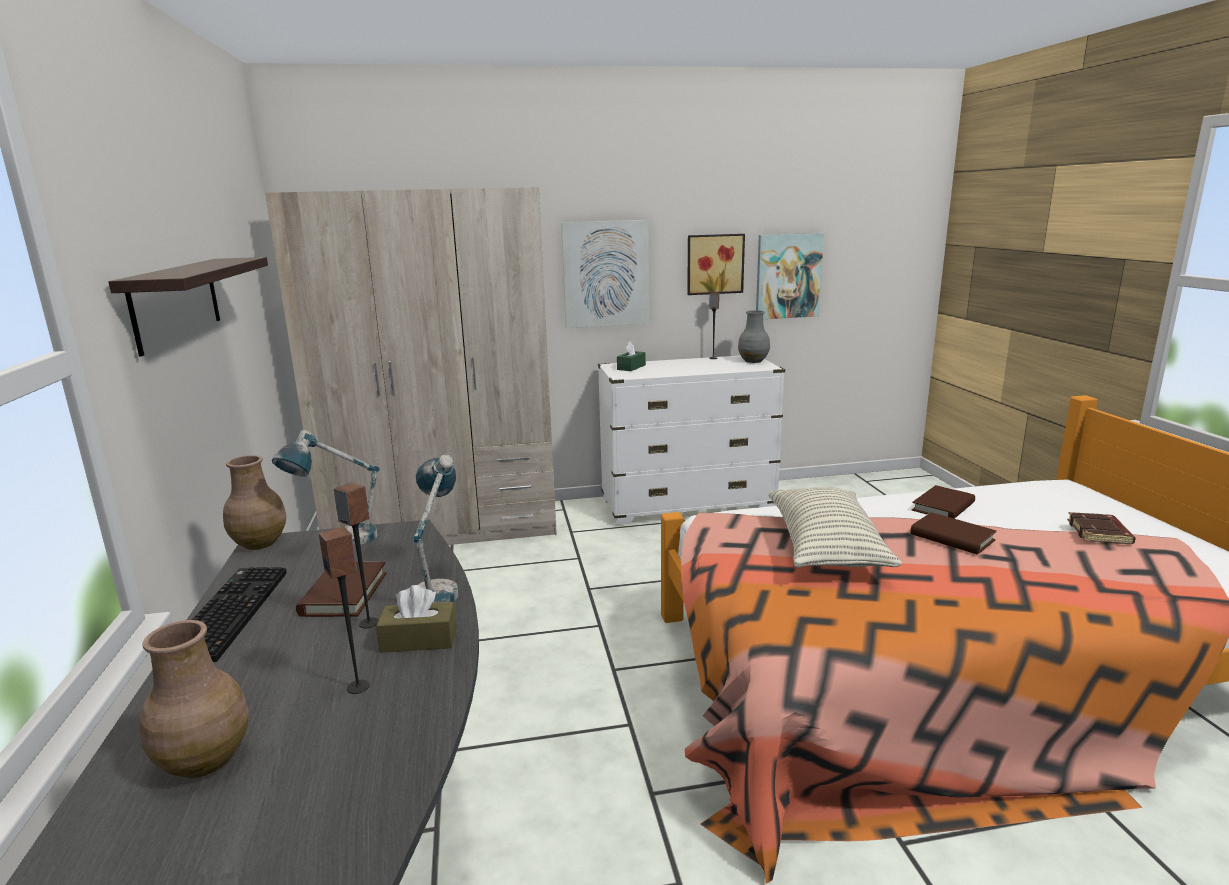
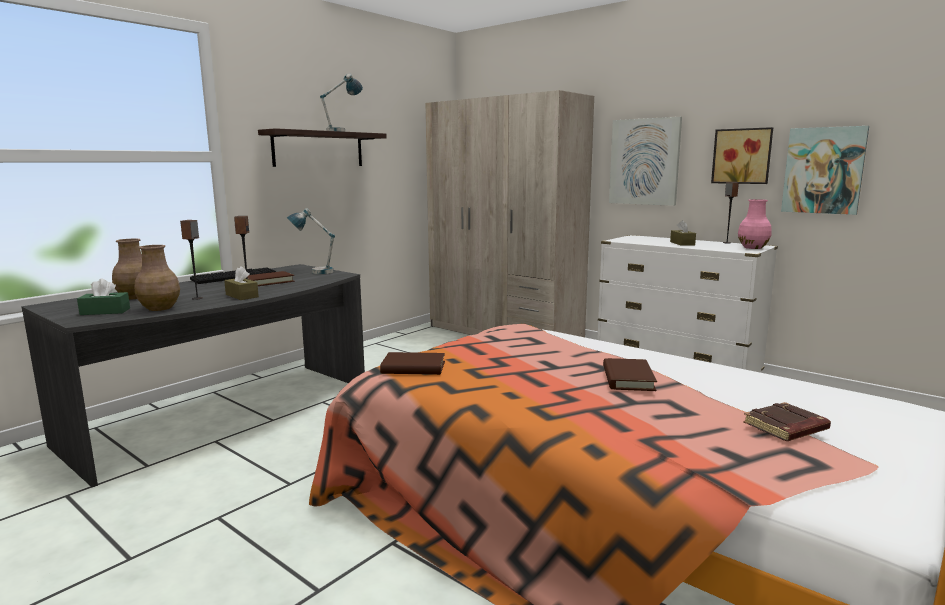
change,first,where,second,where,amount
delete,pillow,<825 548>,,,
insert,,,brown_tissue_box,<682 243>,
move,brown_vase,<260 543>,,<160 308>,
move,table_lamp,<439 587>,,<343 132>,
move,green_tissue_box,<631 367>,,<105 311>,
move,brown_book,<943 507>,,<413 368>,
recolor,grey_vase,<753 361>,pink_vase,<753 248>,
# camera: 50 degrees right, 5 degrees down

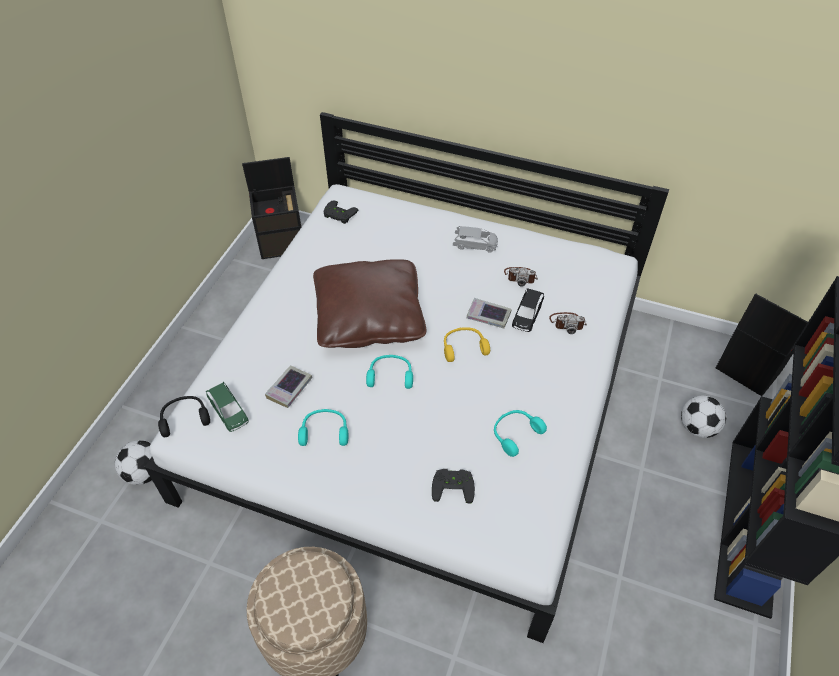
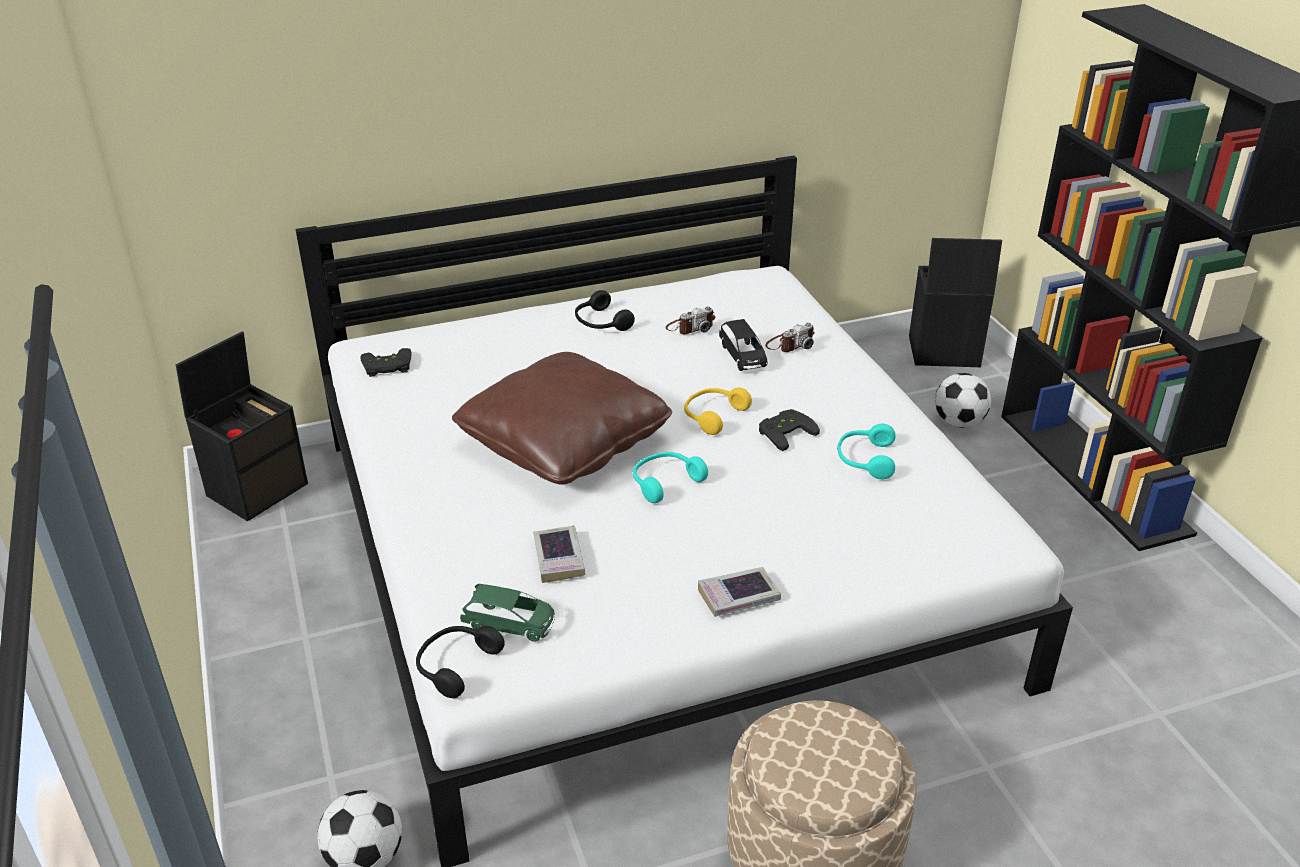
change,first,where,second,where,amount
delete,turquoise_headphones,<325 431>,,,
move,black_game_controller,<453 485>,,<784 431>,
move,book,<488 316>,,<738 596>,
replace,grey_toy_car,<475 245>,black_headphones,<600 323>,
# camera: 40 degrees left, 15 degrees down

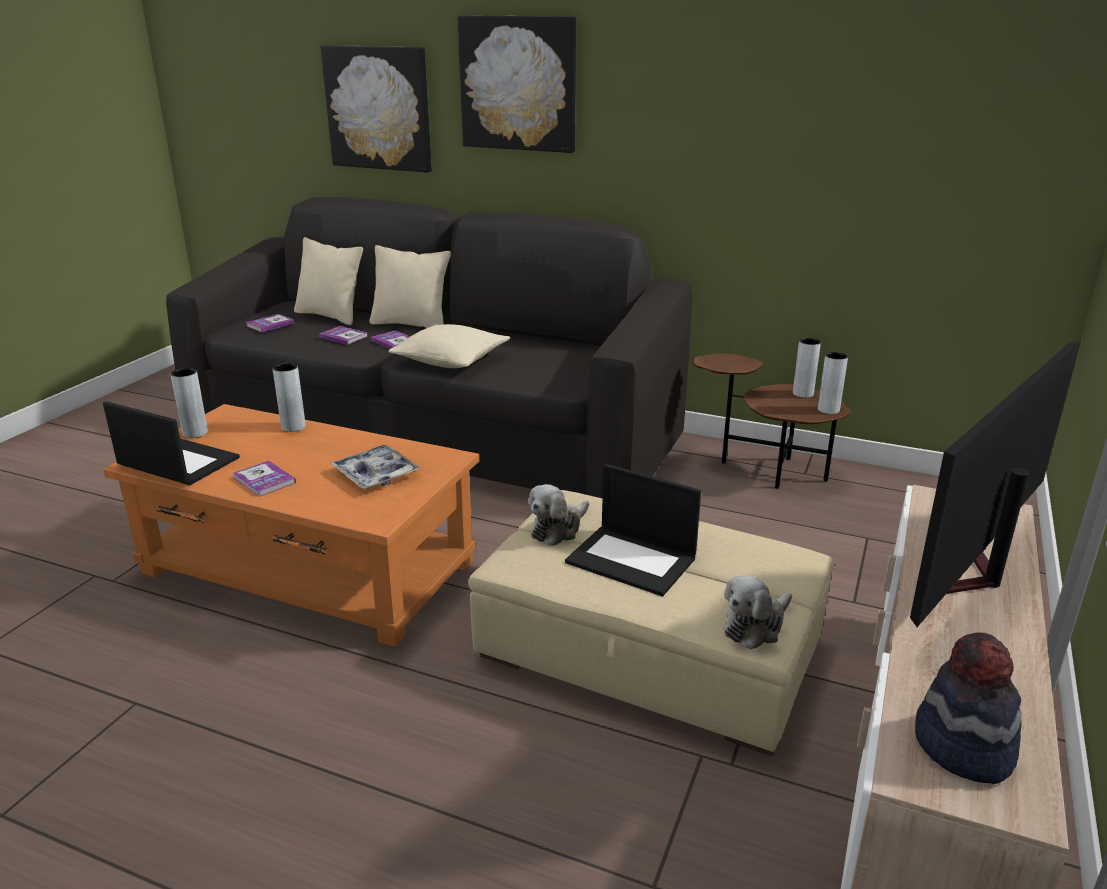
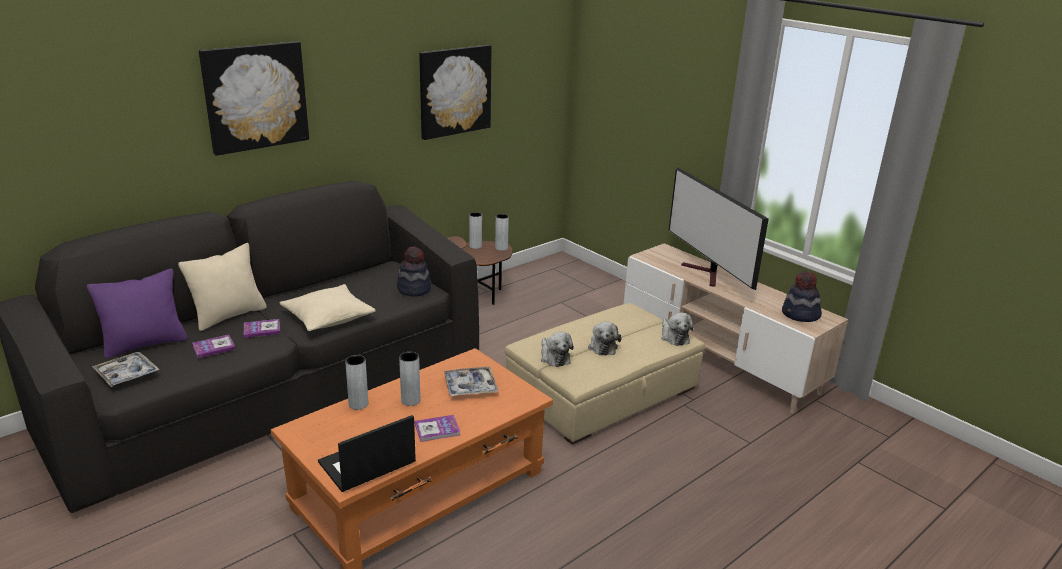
change,first,where,second,where,amount
insert,,,hat,<414 289>,
move,grey_vase,<195 433>,,<410 400>,
move,picture,<378 108>,,<454 91>,
replace,book,<270 324>,tray,<127 374>,
replace,laptop,<633 560>,plush_toy,<602 346>,
recolor,beige_pillow,<330 316>,purple_pillow,<145 344>,
# camera: 65 degrees left, 0 degrees up

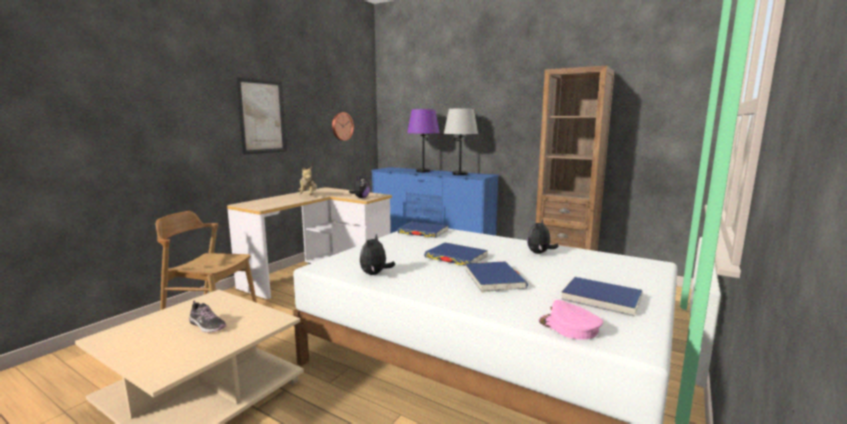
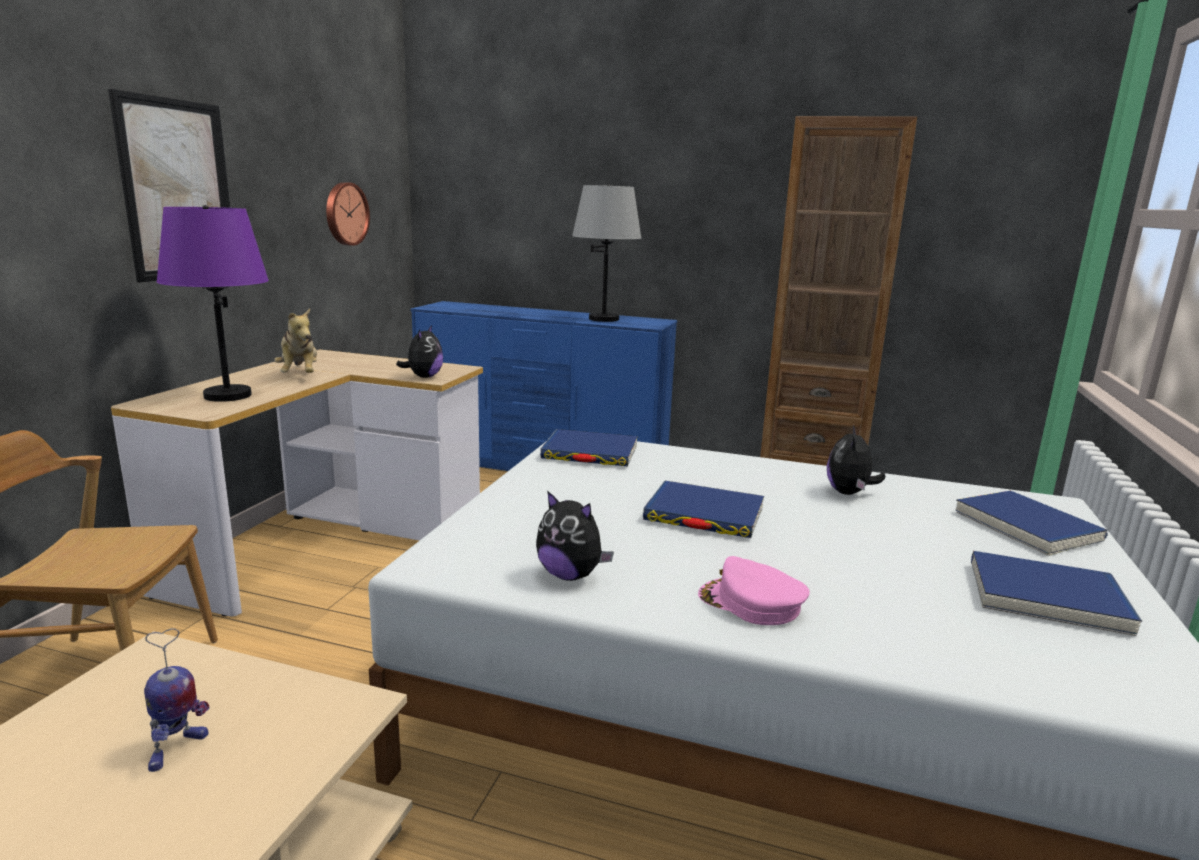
change,first,where,second,where,amount
move,purple_table_lamp,<423 171>,,<227 396>,
move,blue_book,<494 279>,,<1026 527>,
move,pink_cap,<568 327>,,<751 603>,
replace,shoe,<207 325>,toy_robot,<177 750>,
rotate,plush_toy,<375 274>,,<570 575>,60 degrees counterclockwise
# camera: 15 degrees left, 5 degrees up

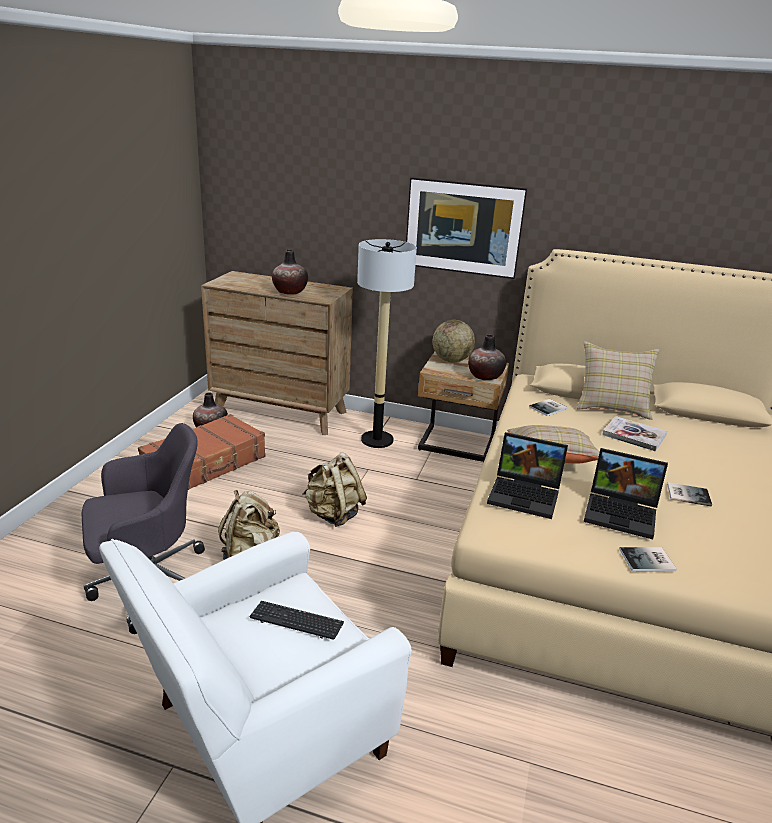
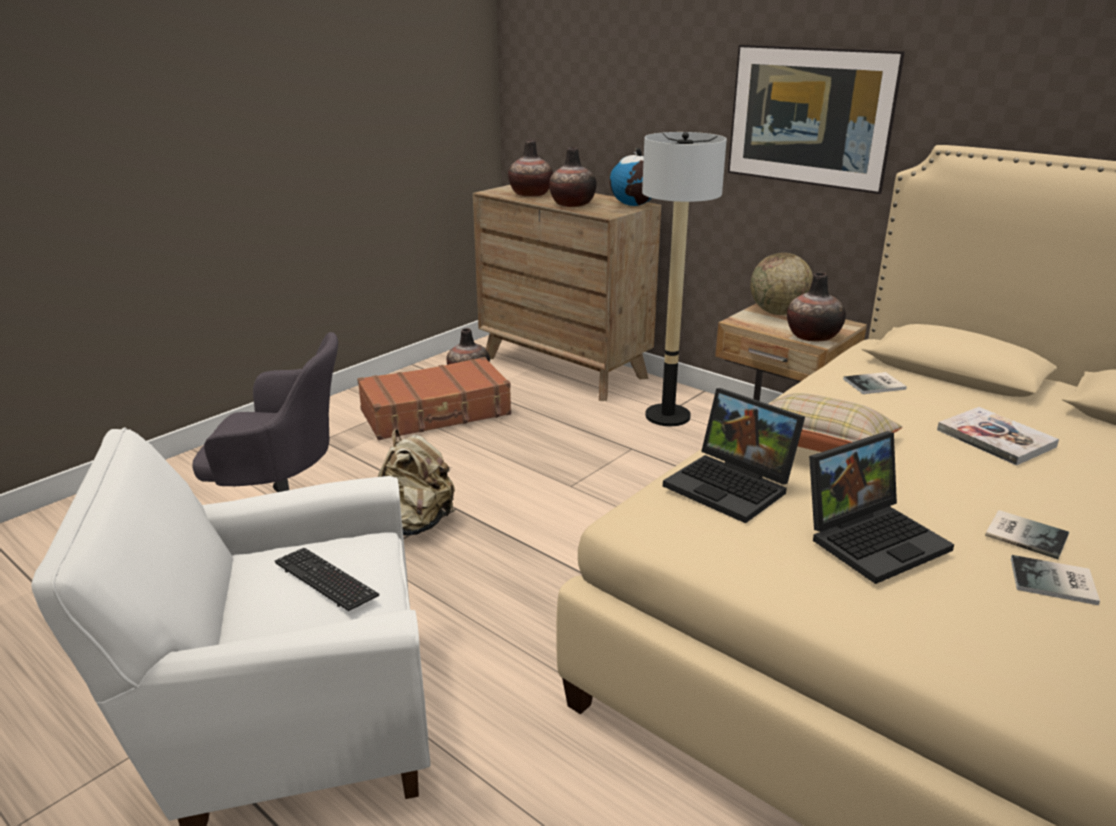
change,first,where,second,where,amount
delete,beige_backpack,<333 515>,,,
delete,beige_pillow,<612 407>,,,
insert,,,vase,<530 194>,
insert,,,globe,<633 205>,
move,book,<649 561>,,<1055 582>,
rotate,laptop,<622 513>,,<873 538>,75 degrees counterclockwise
# camera: 25 degrees right, 0 degrees up

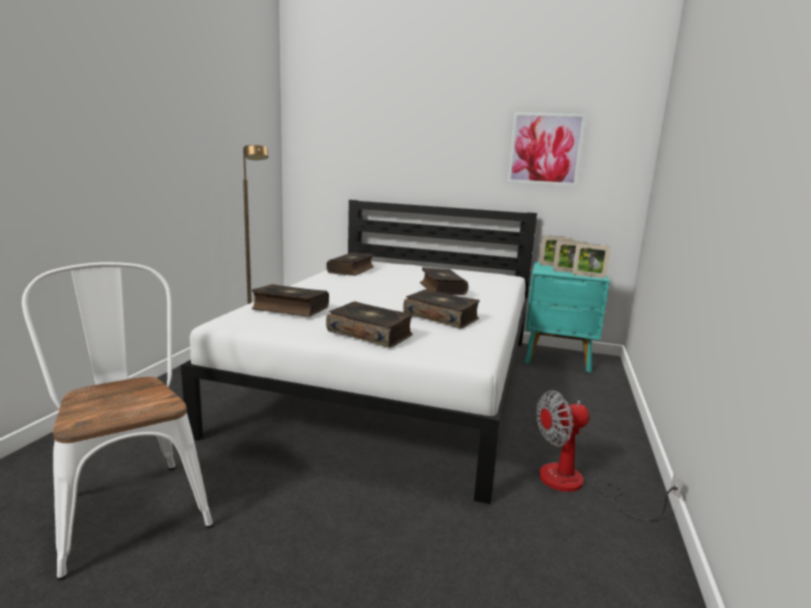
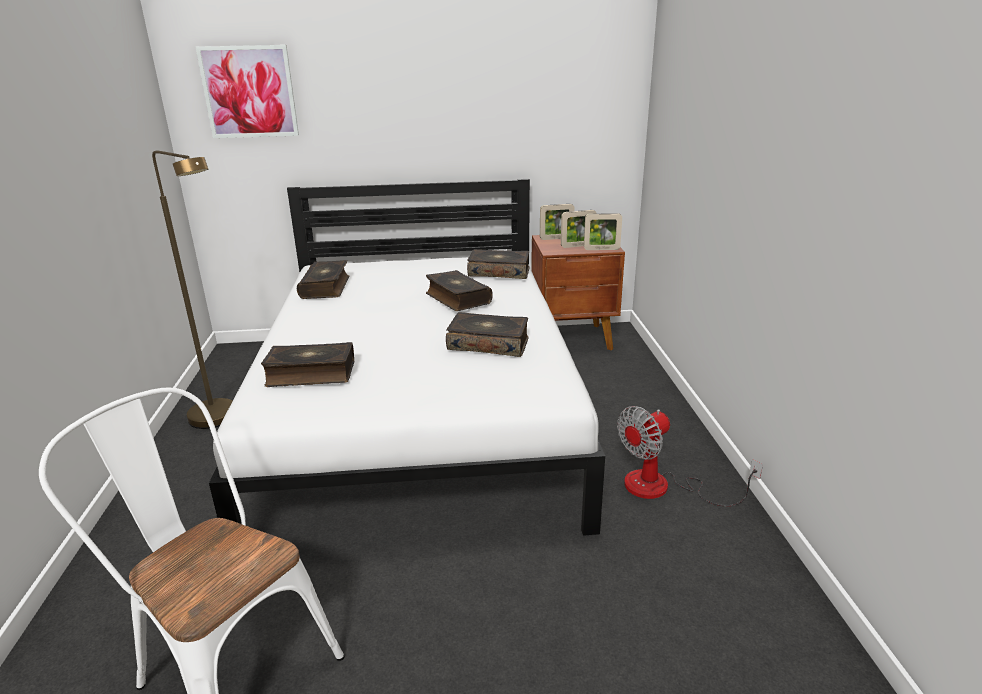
change,first,where,second,where,amount
move,book,<370 334>,,<499 272>,
move,picture,<545 149>,,<249 92>,
recolor,turquoise_nightstand,<558 358>,brown_nightstand,<573 339>,
# camera: 20 degrees left, 10 degrees up

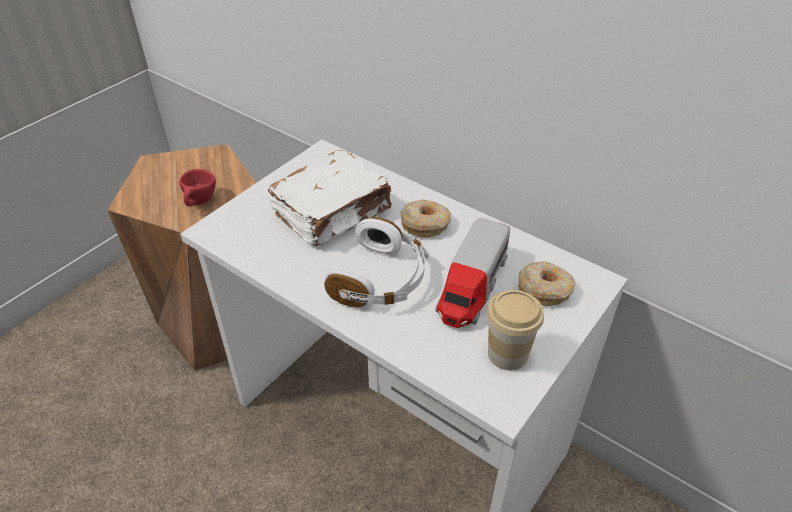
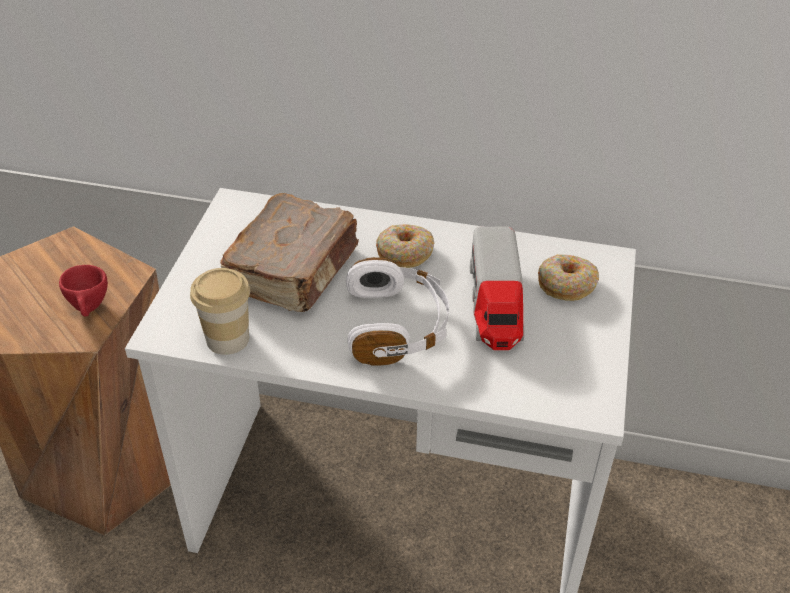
change,first,where,second,where,amount
move,cup,<507 354>,,<227 339>,
recolor,white_book,<333 213>,brown_book,<295 270>,
# camera: 25 degrees left, 0 degrees up

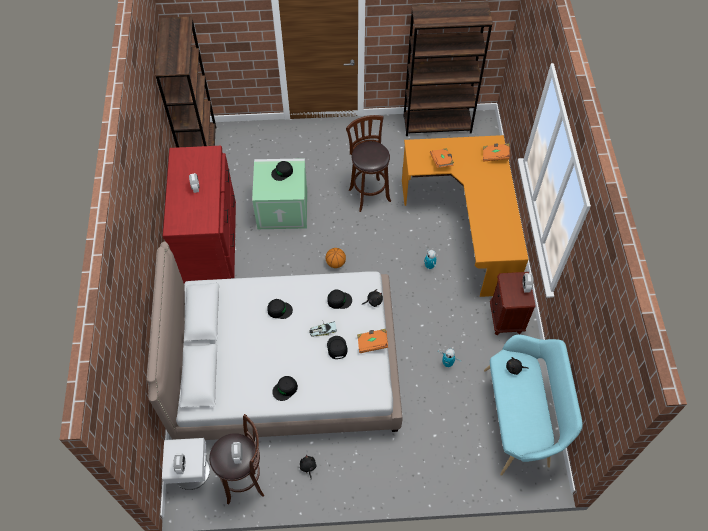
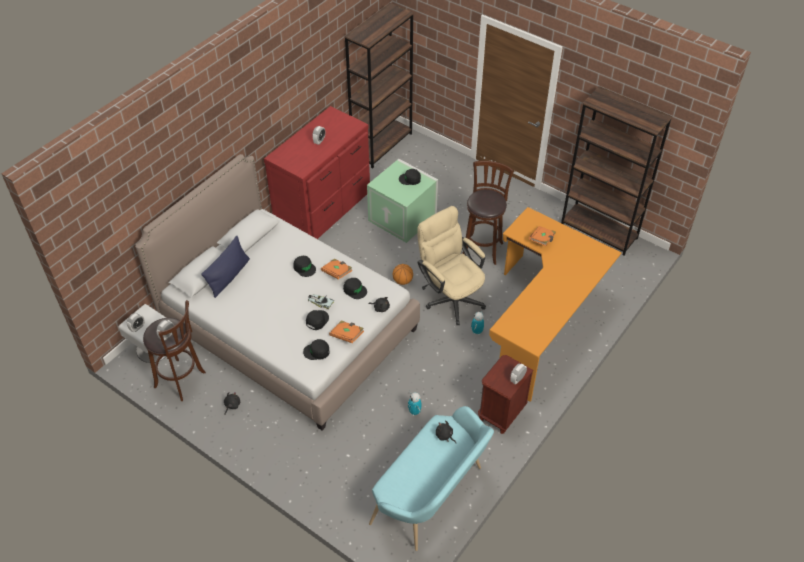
change,first,where,second,where,amount
insert,,,blue_pillow,<229 276>,
insert,,,beige_office_chair,<450 296>,
move,black_cap,<285 389>,,<317 351>,
move,orange_book,<495 156>,,<337 273>,
# camera: 40 degrees right, 10 degrees down

